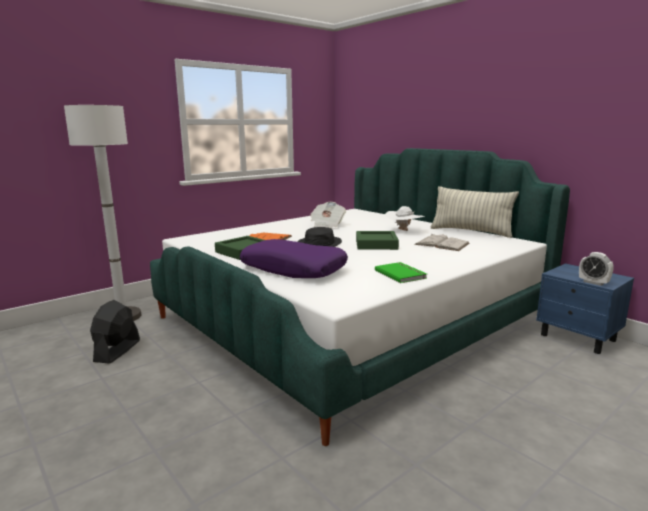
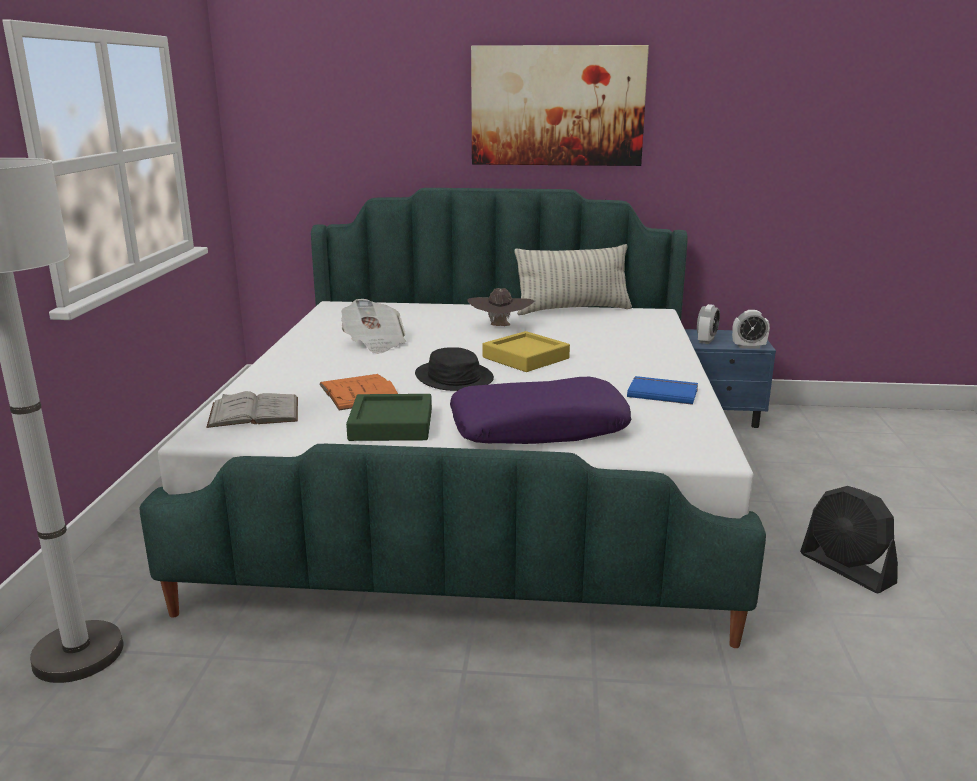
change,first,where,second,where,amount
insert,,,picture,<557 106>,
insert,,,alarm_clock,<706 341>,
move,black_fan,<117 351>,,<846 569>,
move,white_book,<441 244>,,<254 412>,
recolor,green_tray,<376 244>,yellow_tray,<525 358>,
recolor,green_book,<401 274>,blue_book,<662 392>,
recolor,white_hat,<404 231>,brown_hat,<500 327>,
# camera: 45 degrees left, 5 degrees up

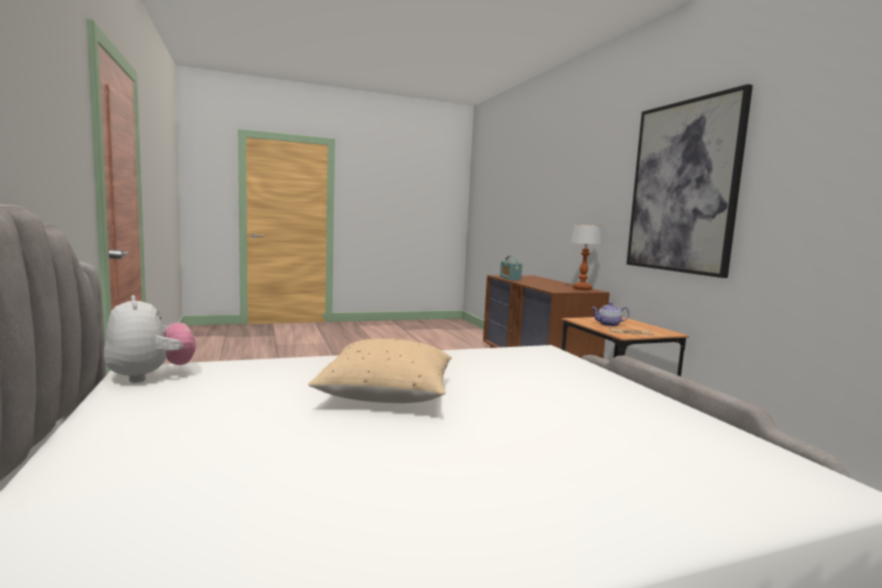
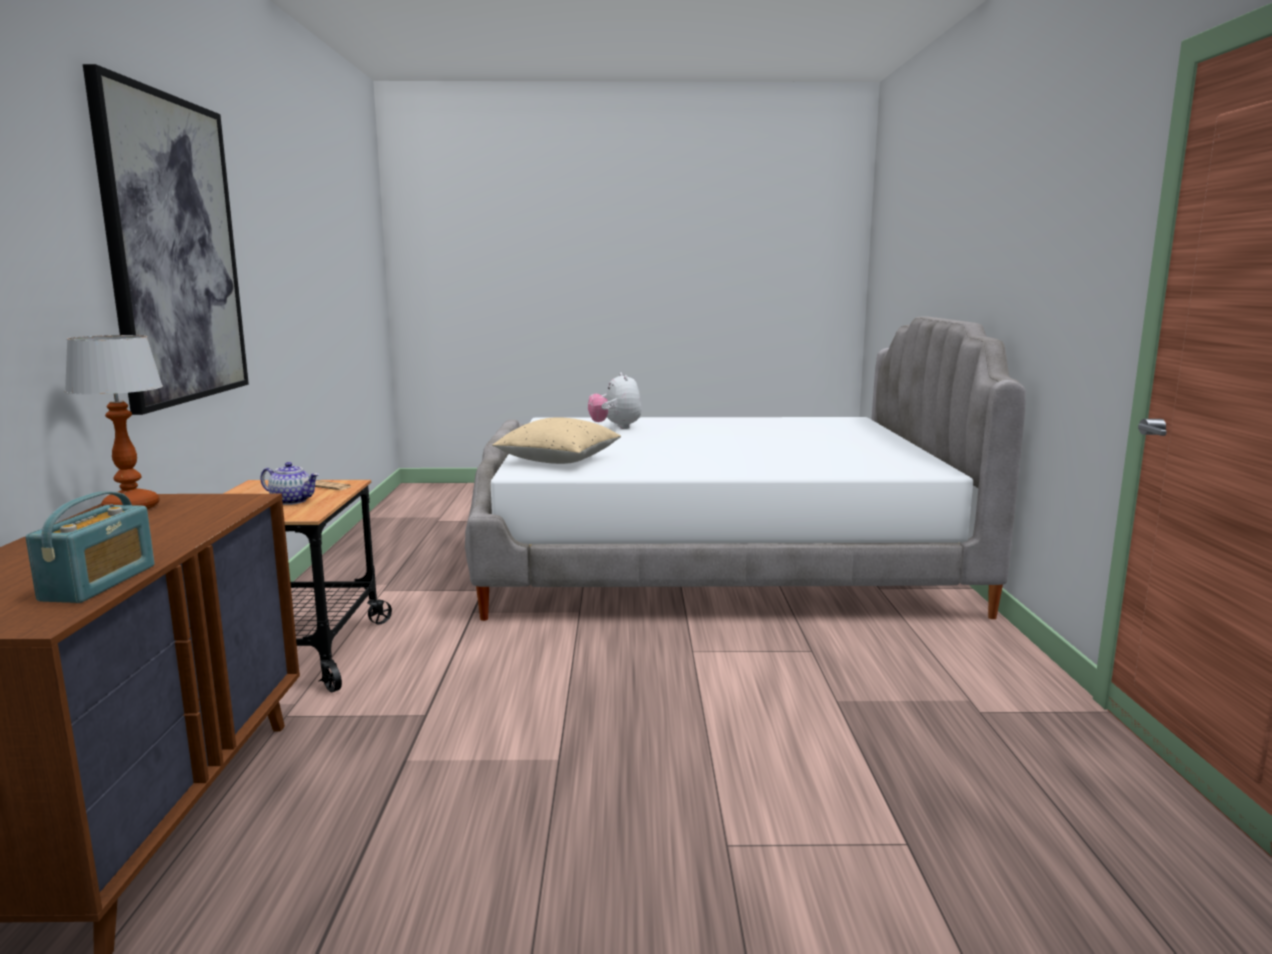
change,first,where,second,where,amount
move,plush_toy,<150 376>,,<615 427>,
move,beige_pillow,<386 395>,,<558 461>,
# camera: 160 degrees left, 5 degrees up

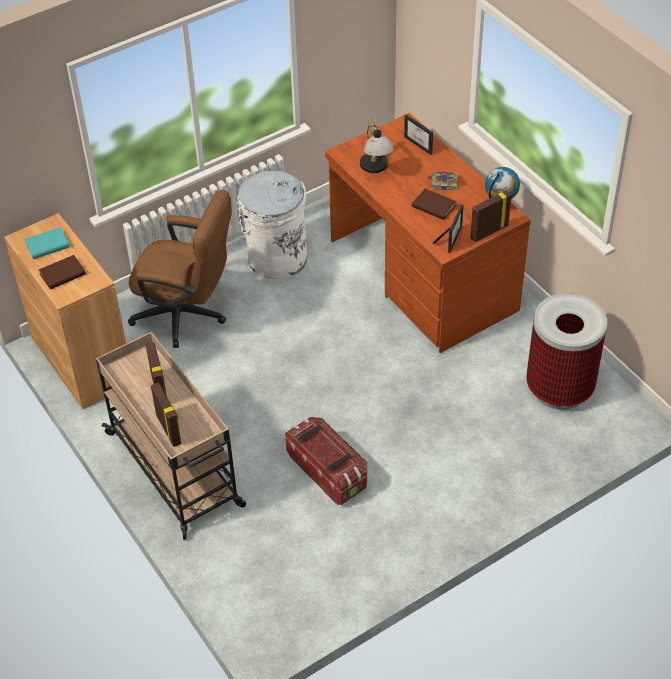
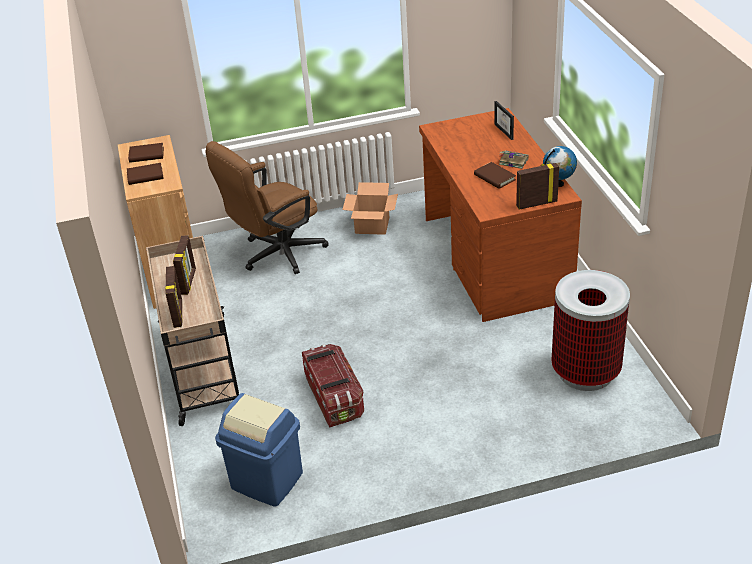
change,first,where,second,where,amount
delete,table_lamp,<375 169>,,,
delete,picture_frame,<451 238>,,,
insert,,,blue_trash_can,<267 480>,
replace,white_trash_can,<276 258>,cardboard_box,<372 225>,
recolor,turquoise_book,<47 245>,brown_book,<146 155>,
rotate,brown_office_chair,<187 315>,,<276 255>,105 degrees clockwise
# camera: 20 degrees right, 10 degrees down

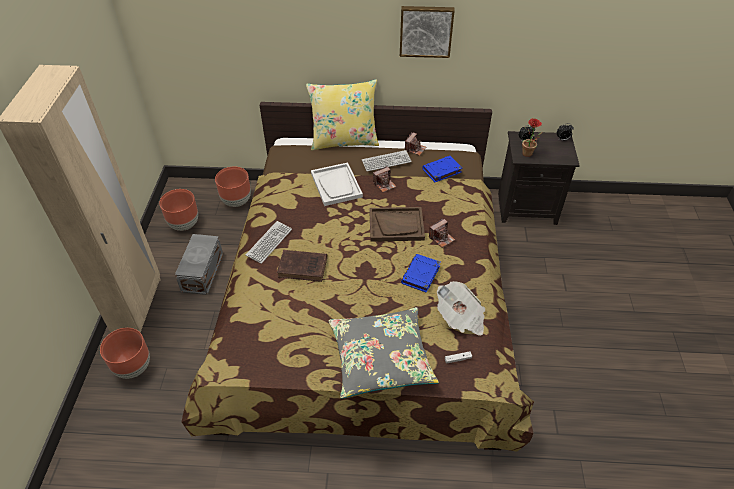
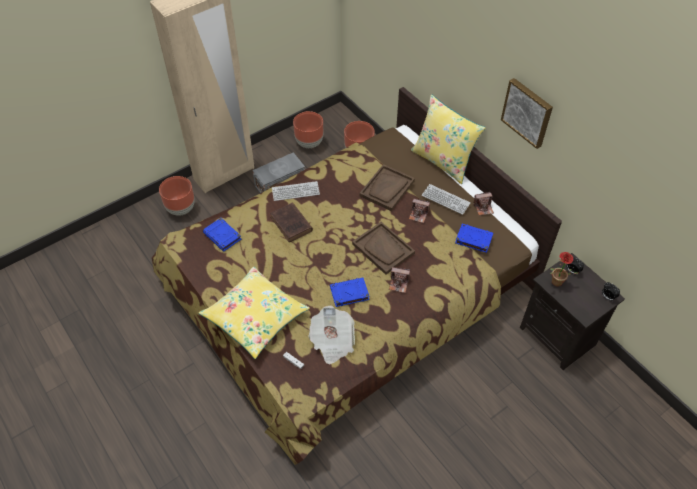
change,first,where,second,where,amount
insert,,,blue_book,<222 236>,
recolor,white_tray,<336 185>,brown_tray,<387 188>,
recolor,grey_pillow,<381 358>,yellow_pillow,<255 317>,
# camera: 50 degrees right, 5 degrees up

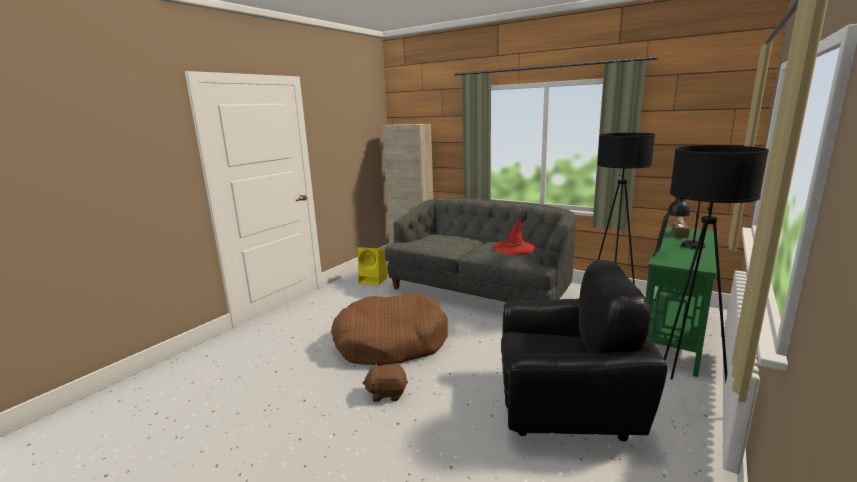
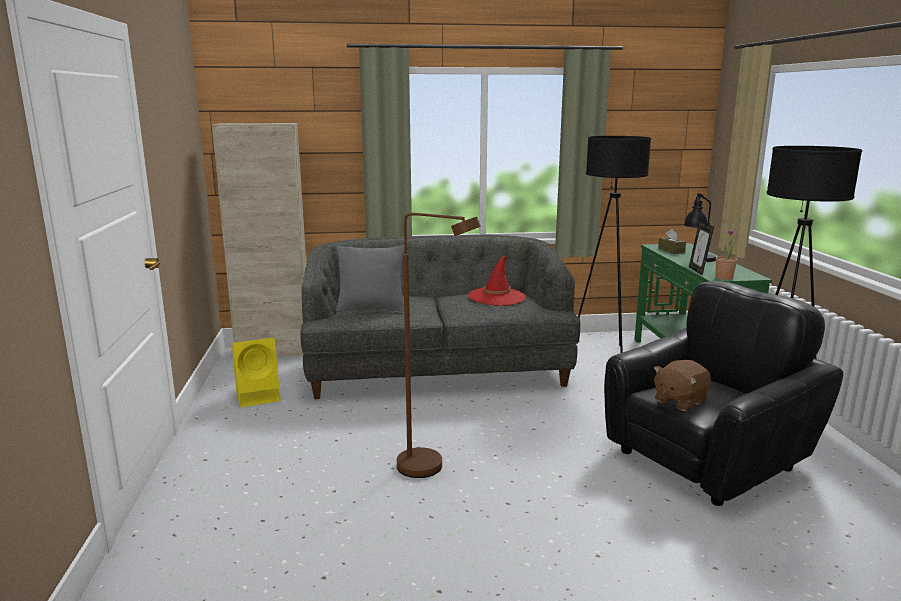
change,first,where,second,where,amount
insert,,,grey_pillow,<371 308>,
insert,,,potted_plant,<724 277>,
move,brown_plush_toy,<387 393>,,<679 401>,
replace,brown_dog_bed,<391 342>,brown_floor_lamp,<431 469>,
# camera: 40 degrees left, 0 degrees up

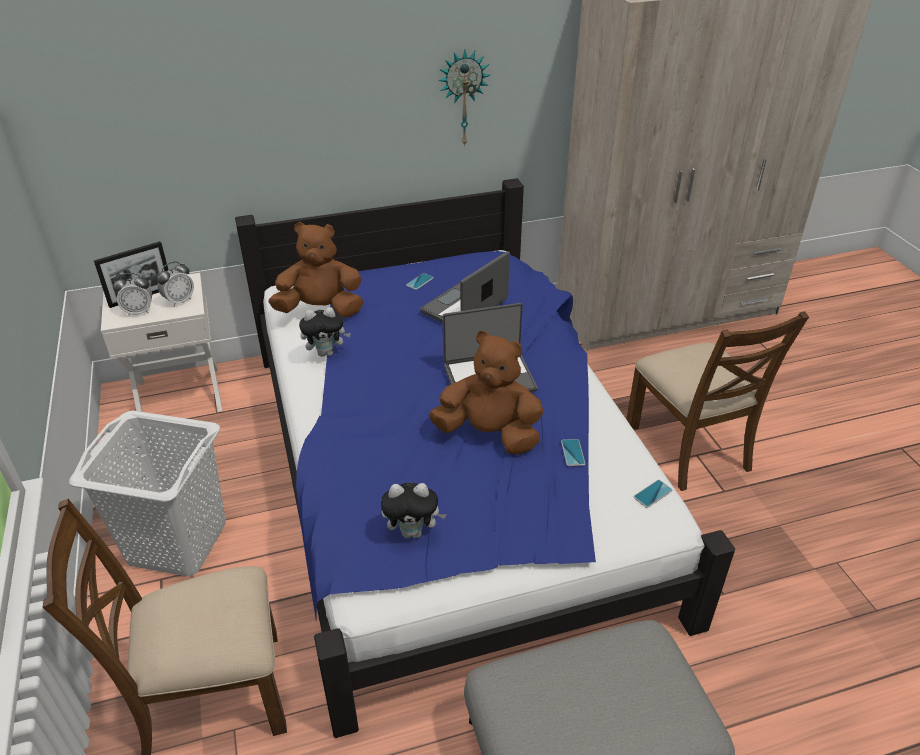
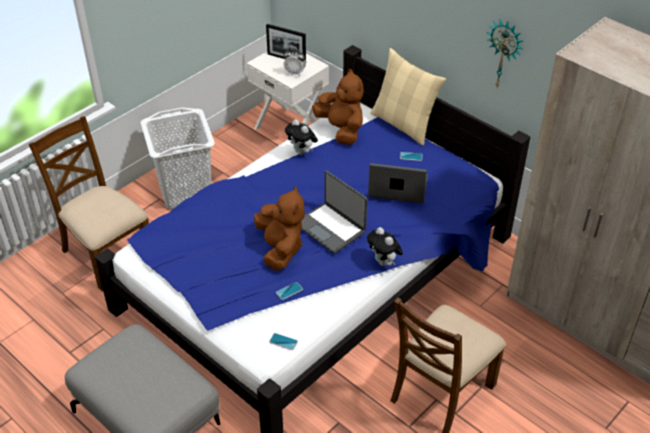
change,first,where,second,where,amount
delete,alarm_clock,<139 311>,,,
insert,,,beige_pillow,<403 125>,
move,plush_toy,<413 532>,,<384 262>,
# camera: 60 degrees right, 5 degrees up

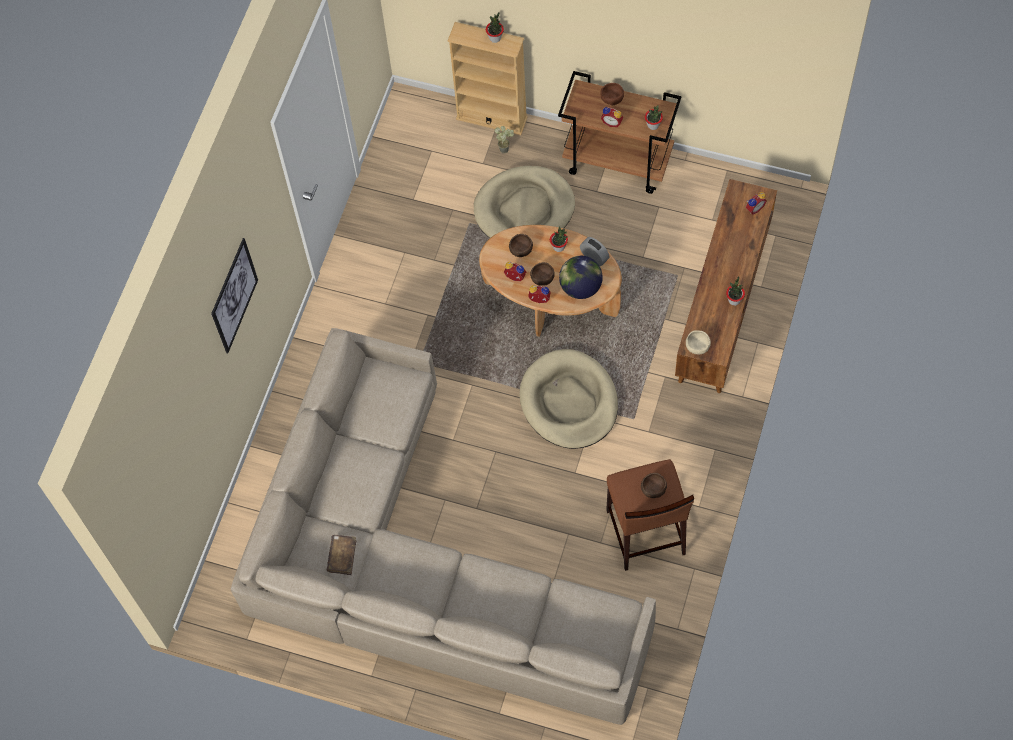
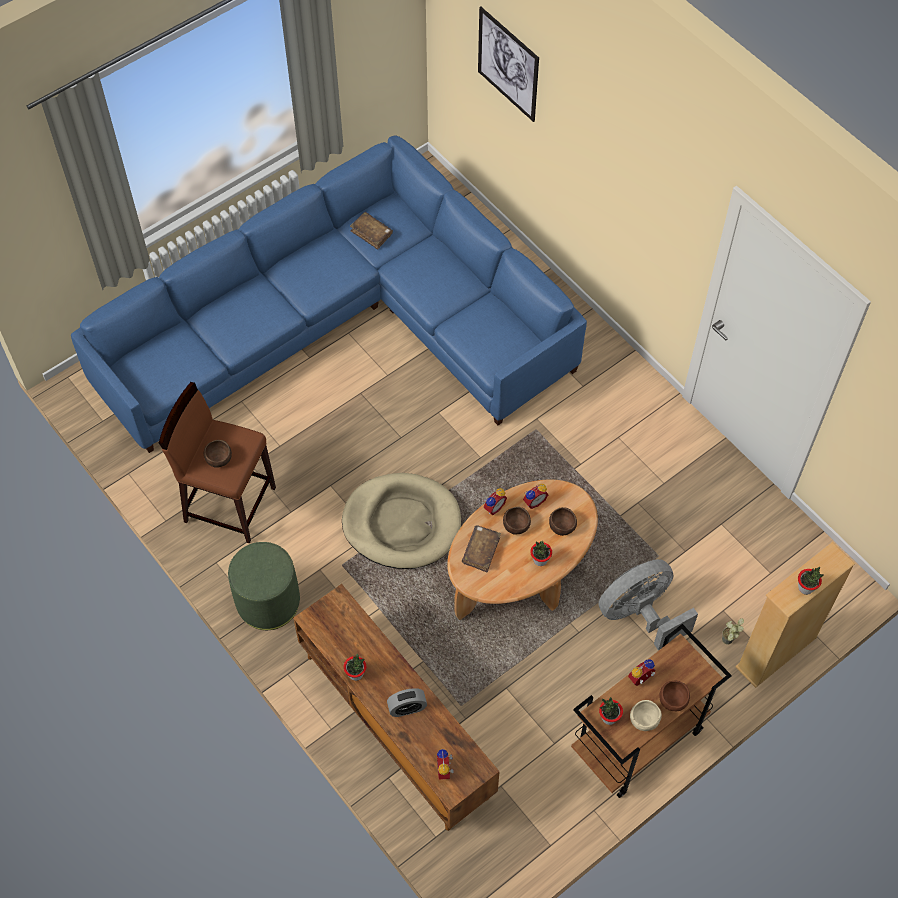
change,first,where,second,where,amount
insert,,,green_ottoman,<268 602>,
move,picture,<234 296>,,<508 64>,
move,alarm_clock,<594 257>,,<407 708>,
move,beige_bowl,<698 346>,,<643 719>,
replace,beige_dog_bed,<524 209>,grey_fan,<640 614>,
replace,globe,<580 287>,brown_book,<481 551>,
recolor,beige_sofa,<419 566>,blue_sofa,<344 325>,
# camera: 120 degrees right, 5 degrees down

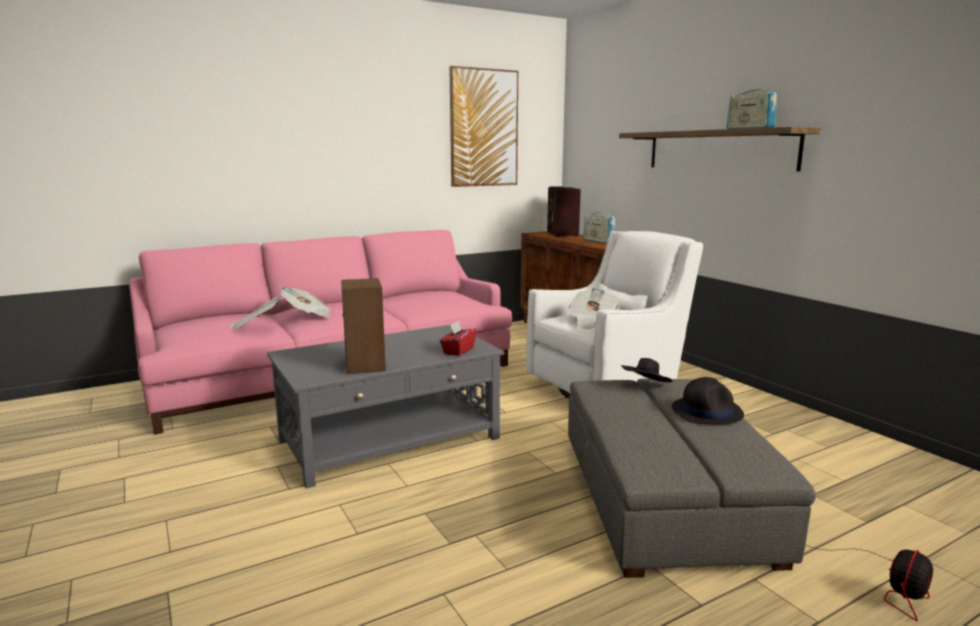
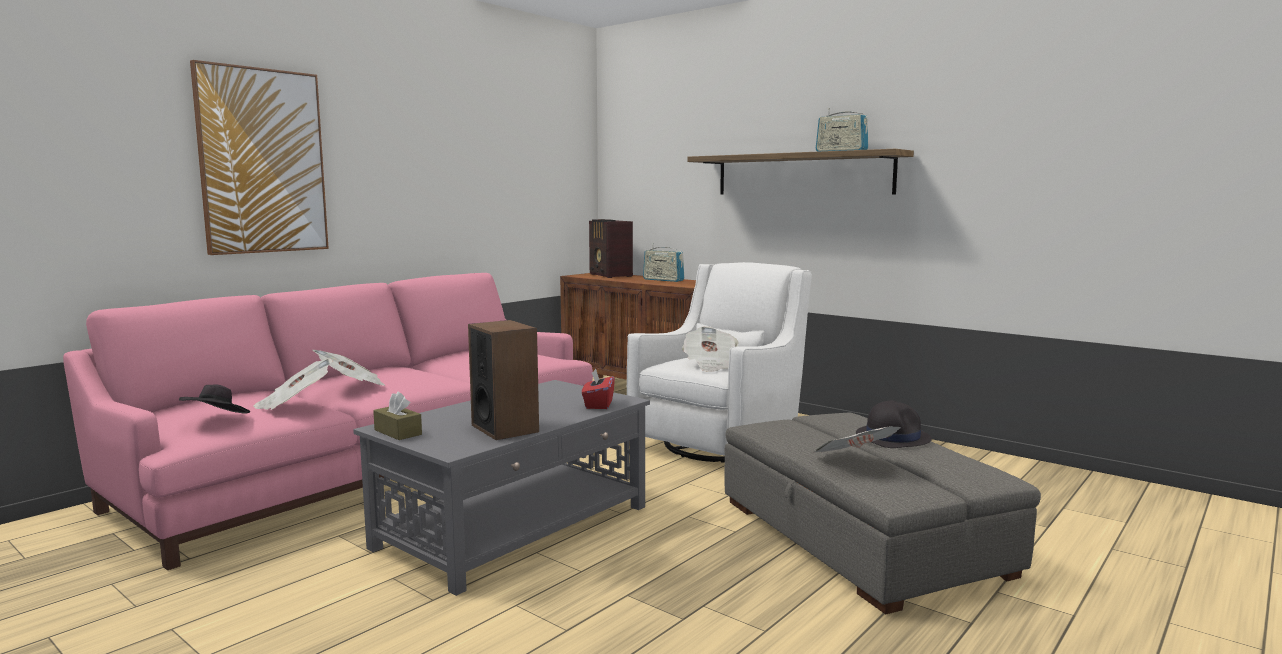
change,first,where,second,where,amount
delete,fan,<888 586>,,,
insert,,,brown_tissue_box,<398 432>,
insert,,,newspaper,<854 462>,
move,picture,<483 128>,,<262 161>,
move,black_hat,<646 386>,,<217 420>,
# camera: 20 degrees left, 5 degrees down

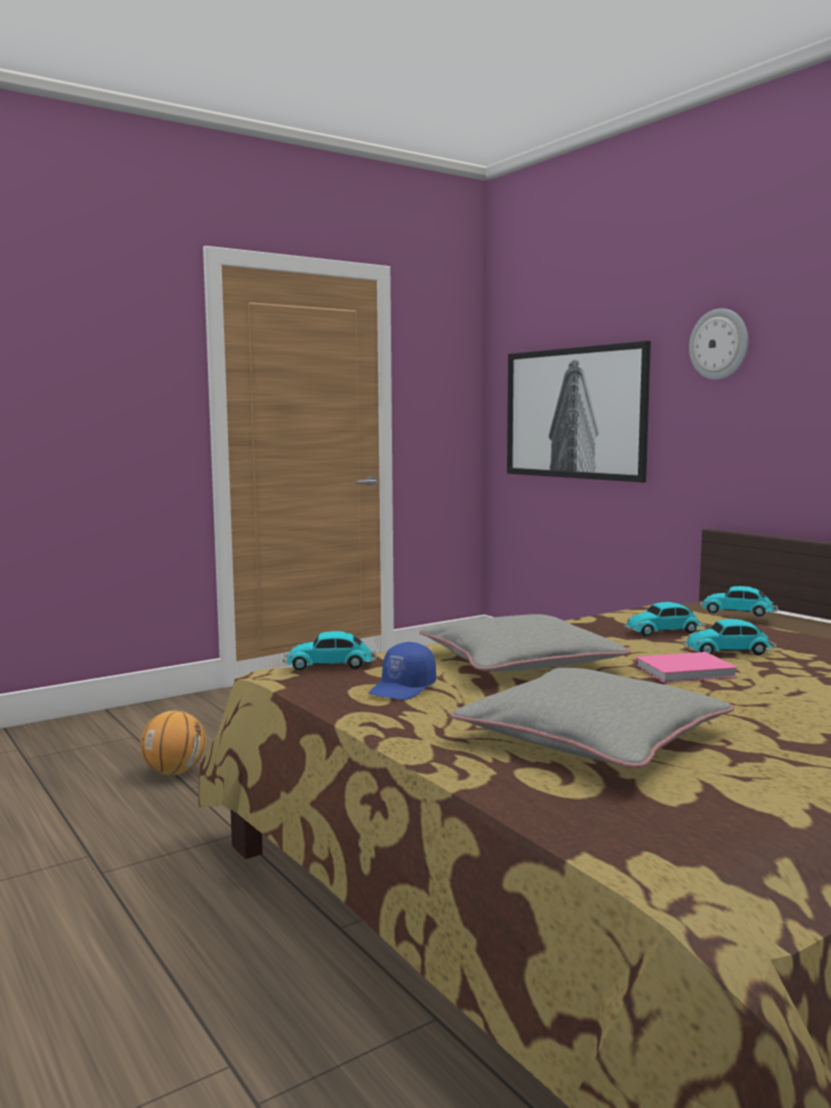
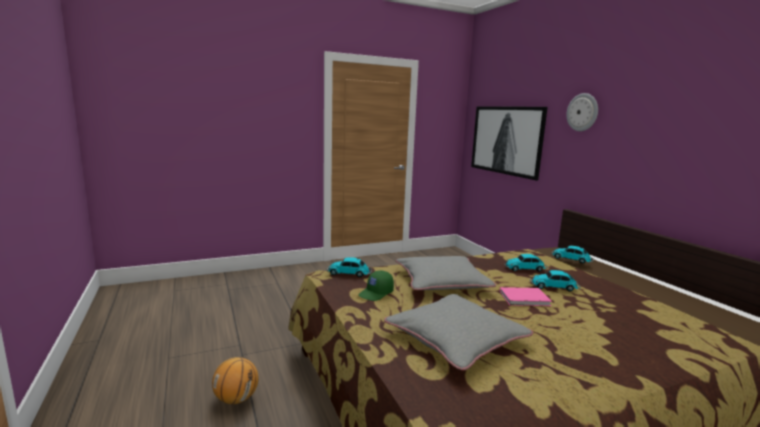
change,first,where,second,where,amount
move,basketball,<175 772>,,<236 399>,
recolor,blue_cap,<403 689>,green_cap,<376 293>,
# camera: 10 degrees right, 5 degrees up

